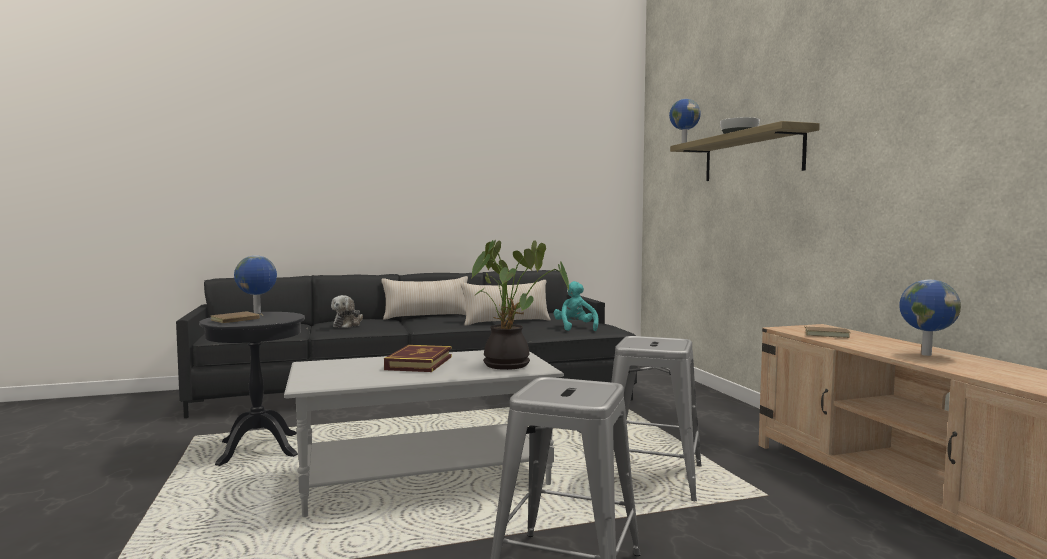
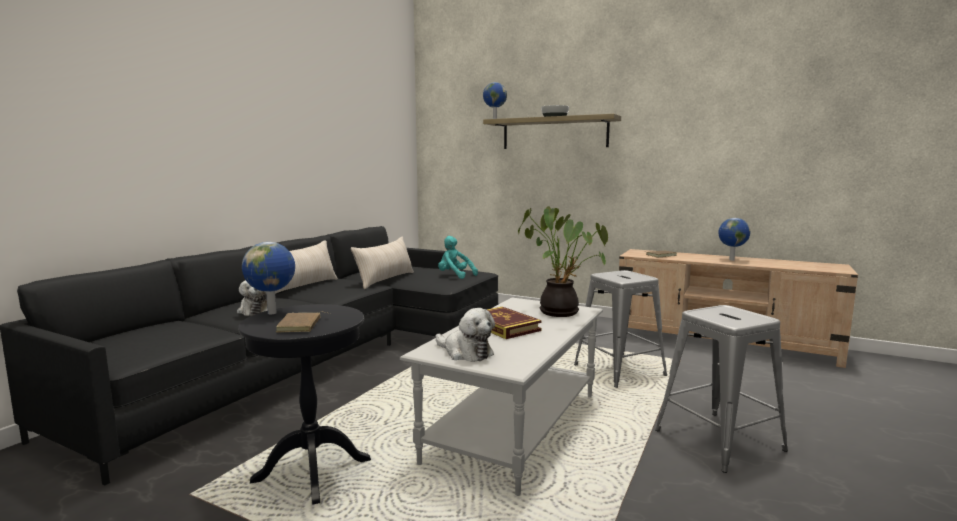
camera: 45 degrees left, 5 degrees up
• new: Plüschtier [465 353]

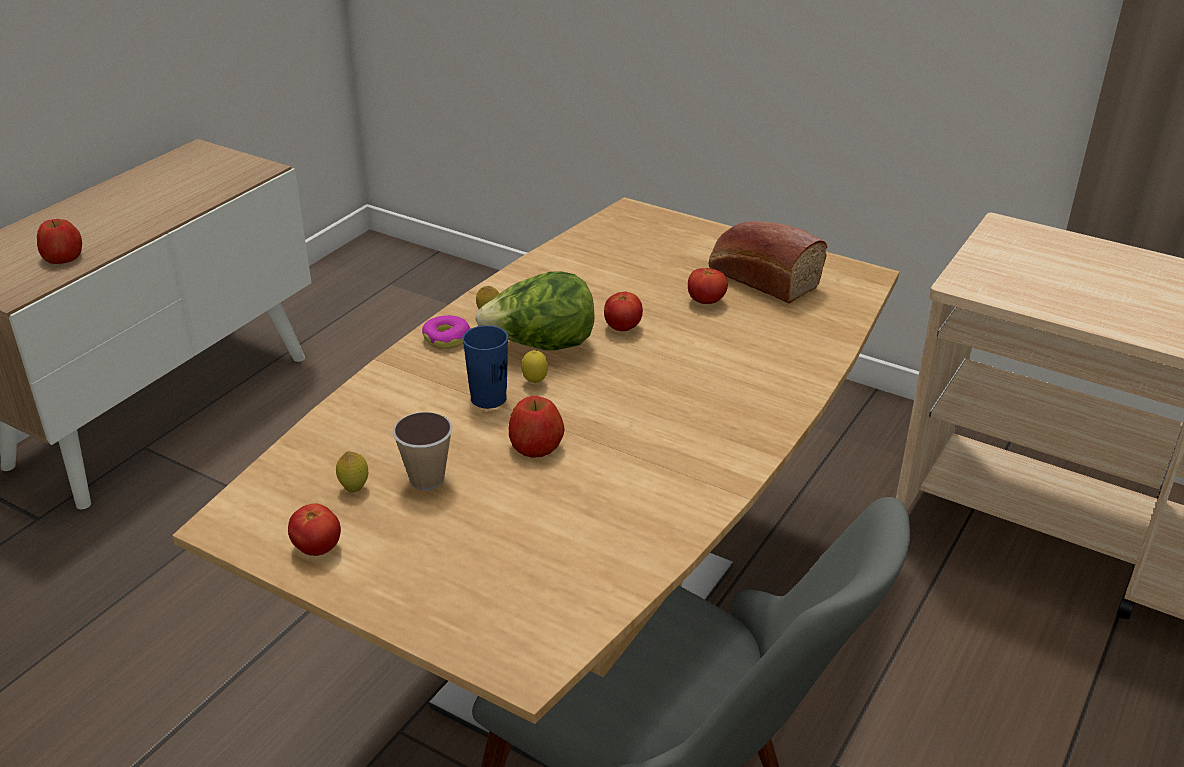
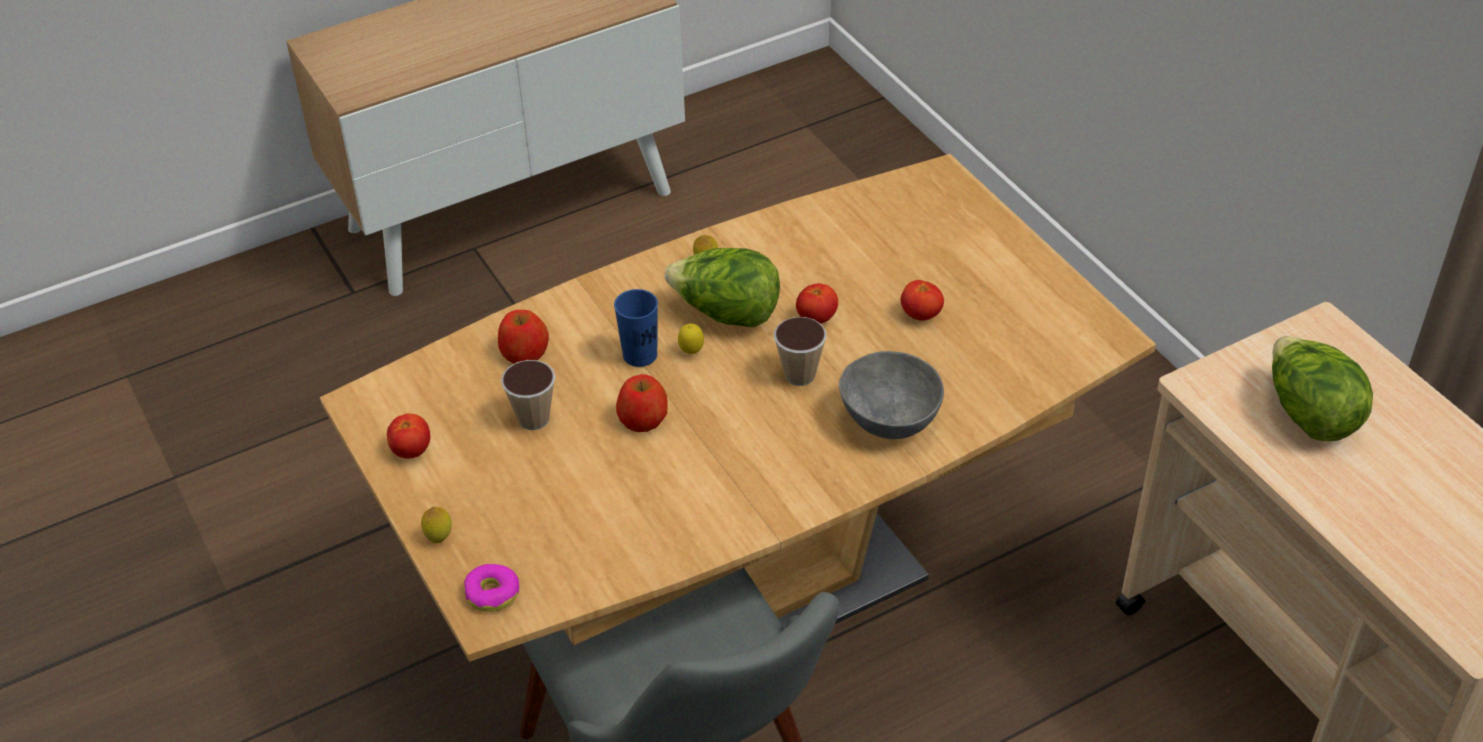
camera: 30 degrees right, 10 degrees up
• shifted: Zitrone [354 488] to [439 538]
• shifted: Donut [447 338] to [492 593]
• shifted: Apfel [63 257] to [524 352]
• new: Tasse [799 375]
• new: Schüssel (grau) [889 419]
• new: Salatkopf [1308 415]
• gone: Brot [760 278]

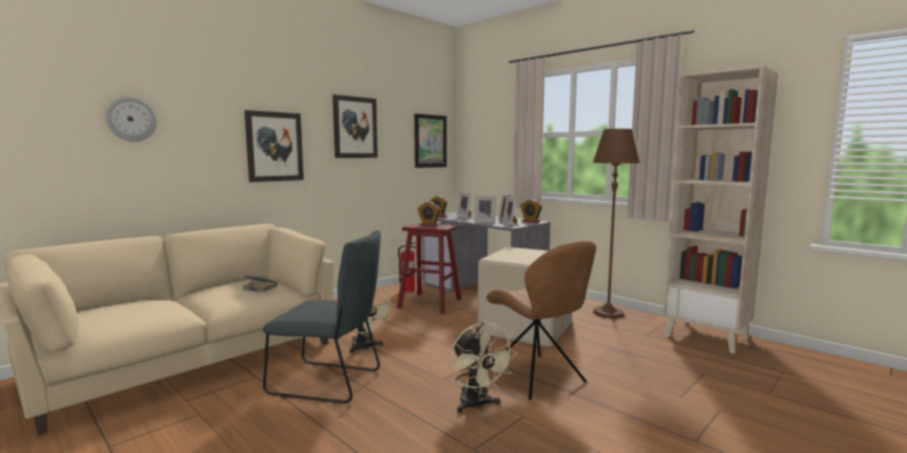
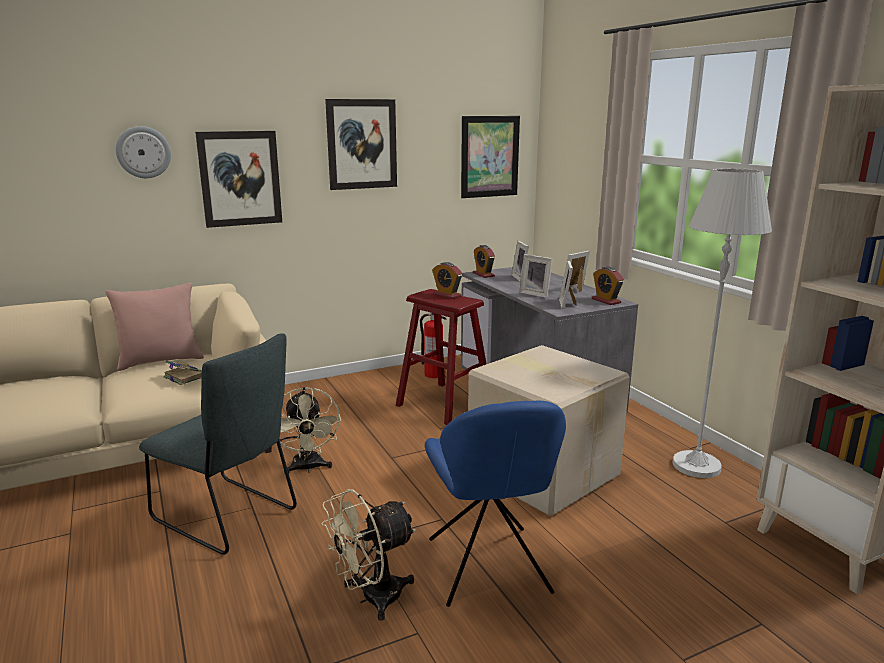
camera: 20 degrees right, 10 degrees up
• new: Kissen (rosa) [160 361]
• shifted: Wanduhr [131 119] to [143 152]
• rotated: Ventilator (beige) [477 406] = [371 598] 60 degrees clockwise
• repainted: Stuhl (braun) [537 378] to Stuhl (blau) [489 569]
• repainted: Stehlampe (braun) [608 313] to Stehlampe (weiß) [696 465]

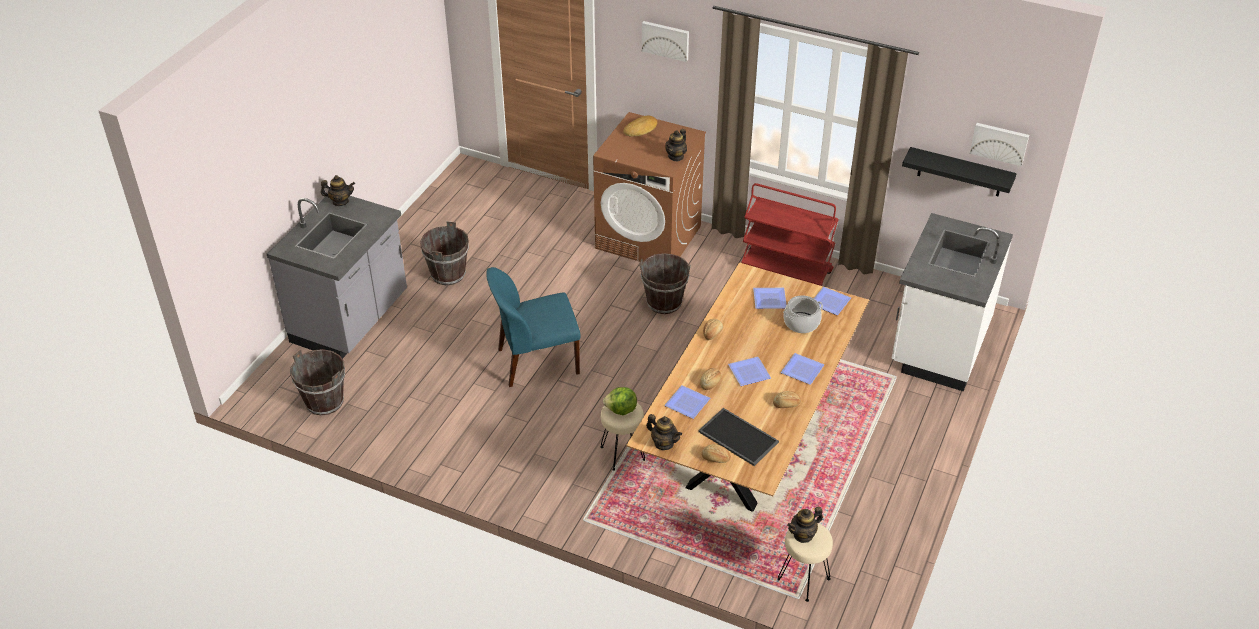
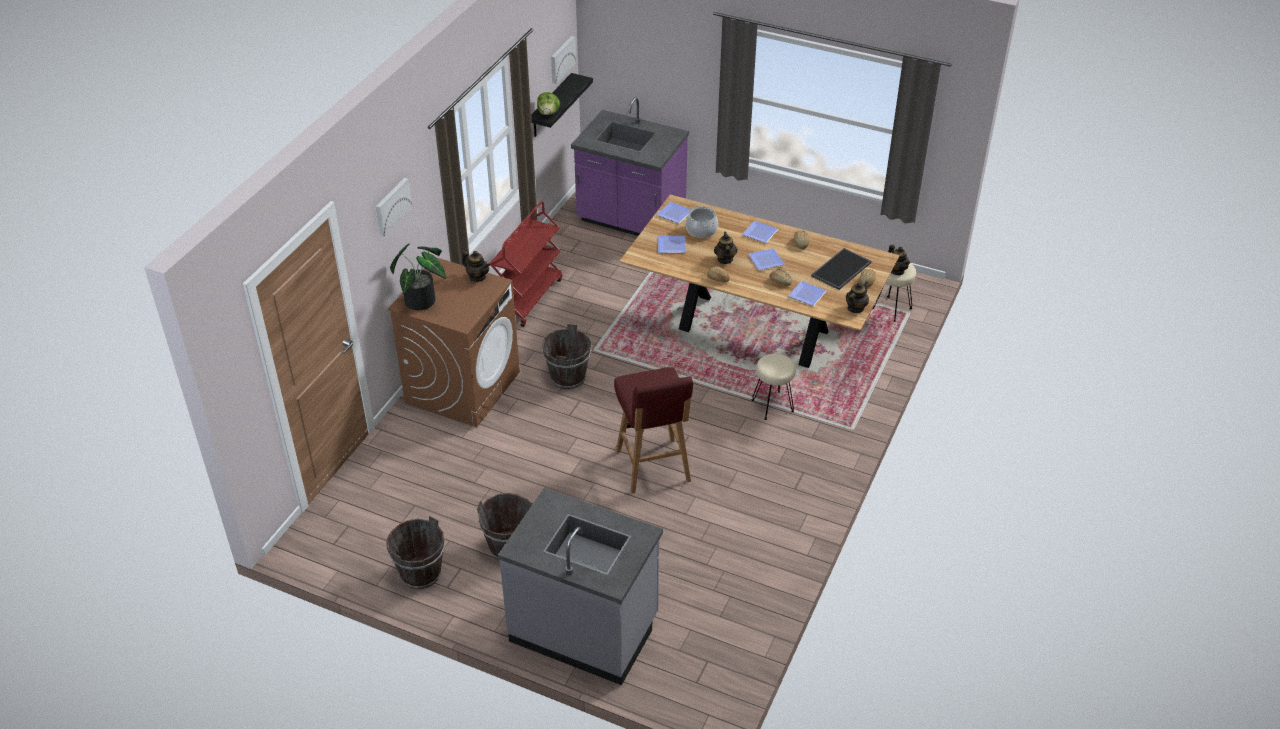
camera: 90 degrees left, 0 degrees up
• shifted: Eimer (braun) [325 402] to [420 573]
• swapped: Brot [641 129] to Topfpflanze [423 300]
• shifted: Salatkopf [621 410] to [548 113]
• repainted: Küchenzeile (weiß) [938 345] to Küchenzeile (lila) [630 220]
• swapped: Stuhl (blau) [536 361] to Hocker (rot) [653 467]
• shifted: Teekanne [340 201] to [724 259]

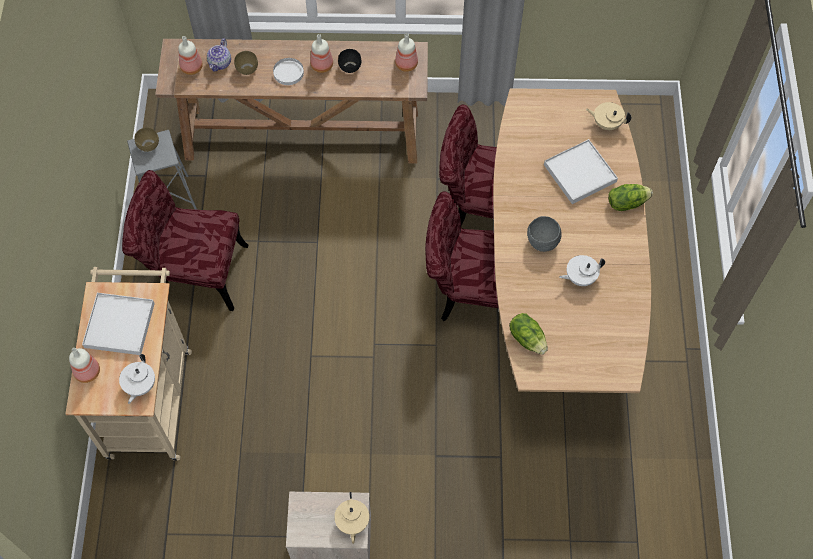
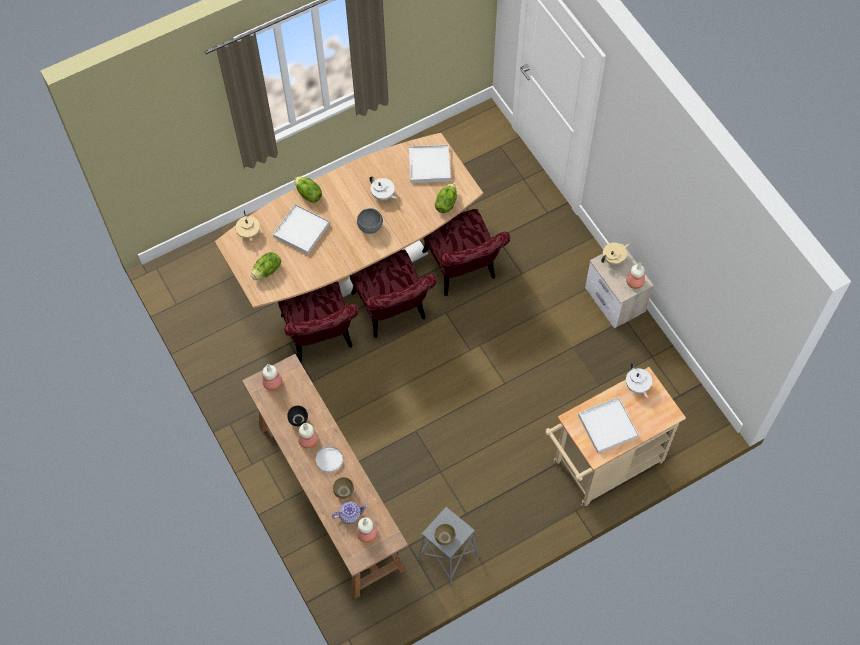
camera: 120 degrees left, 0 degrees up
• new: Salatkopf [267 271]
• new: Tablett (weiß) [429 165]
• shifted: Stuhl (rot) [194 272] to [462 271]
• shifted: Flasche [88 372] to [635 281]
• rotated: Teekanne (weiß) [140 385] = [637 386] 90 degrees clockwise

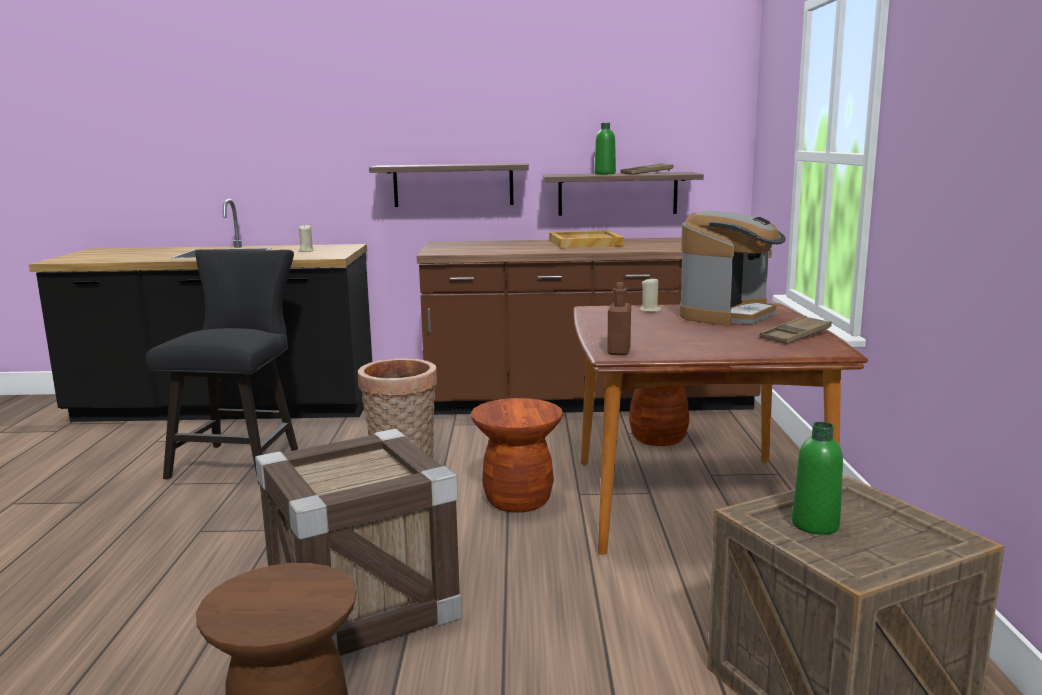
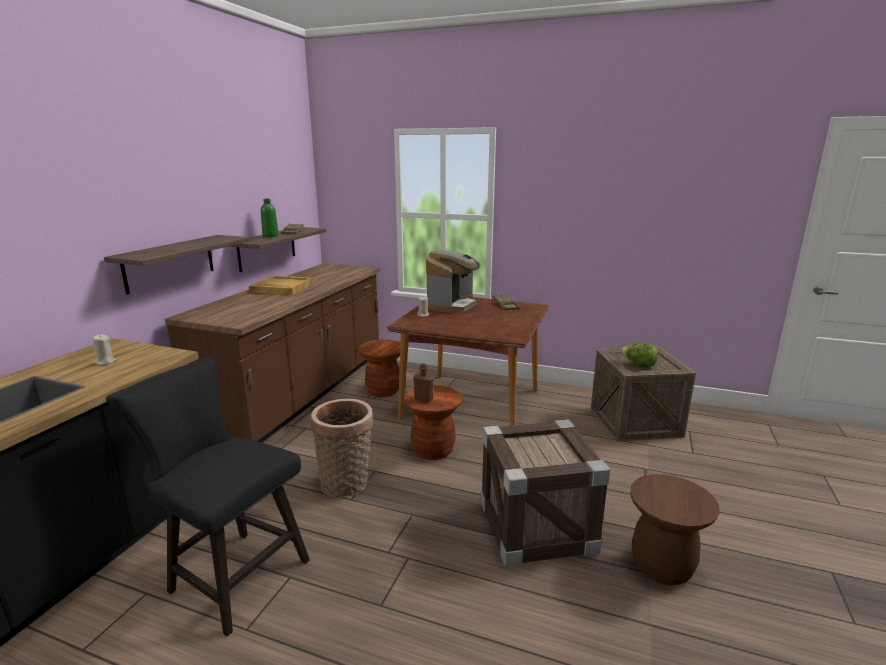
camera: 70 degrees left, 5 degrees up
• shifted: Flasche (braun) [619 351] to [423 399]
• rotated: Kaffeemaschine [728 315] = [452 305] 60 degrees clockwise
• swapped: Flasche (grün) [815 525] to Salatkopf [638 365]

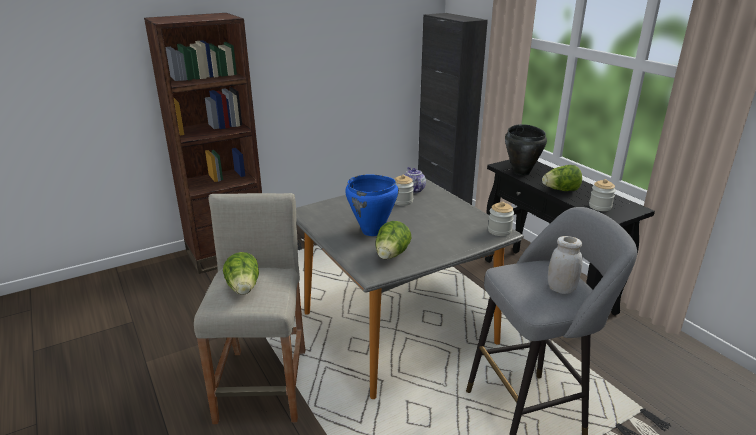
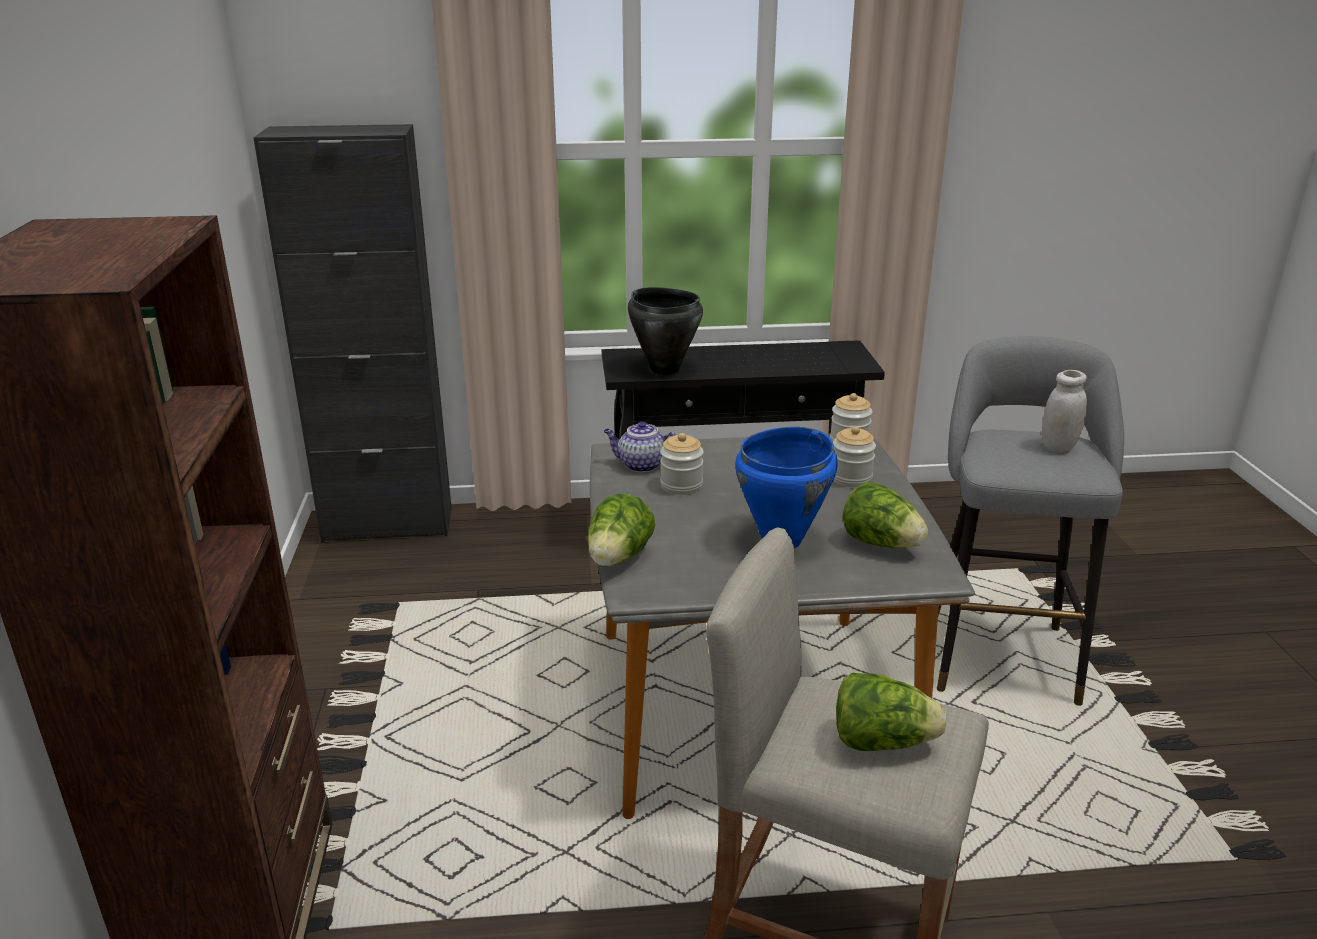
camera: 65 degrees left, 0 degrees up
• shifted: Salatkopf [561 190] to [618 558]
• shifted: Vorratsglas [600 206] to [851 478]

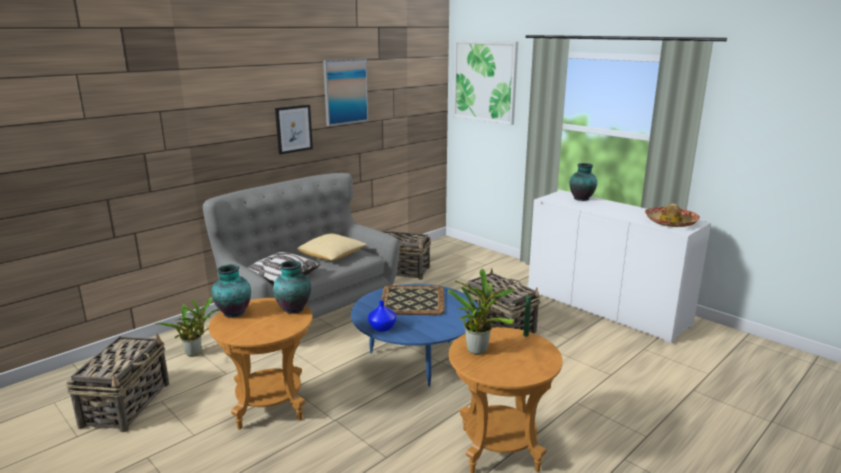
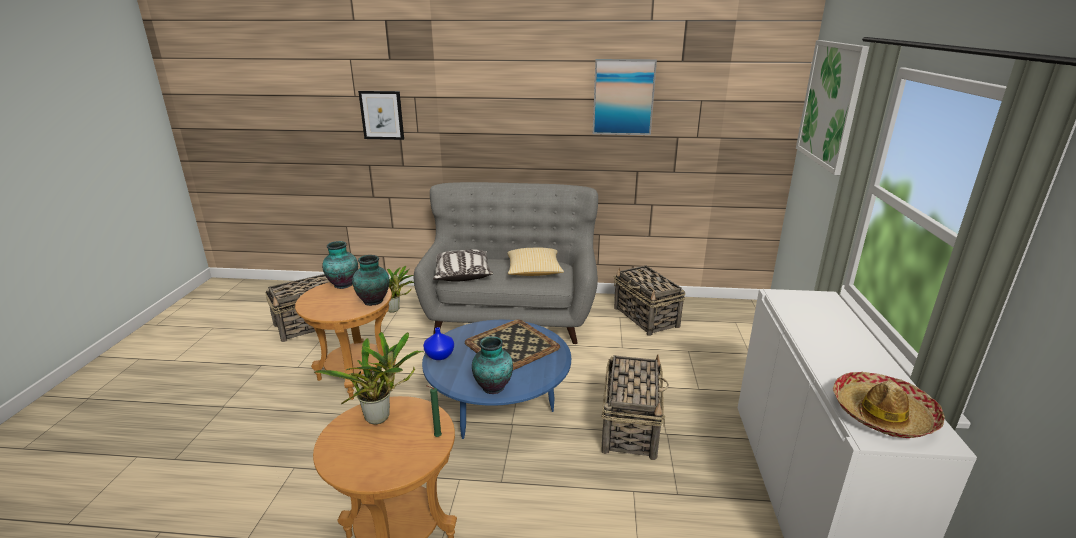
camera: 50 degrees right, 5 degrees up
• shifted: Bild [293 129] to [382 115]
• shifted: Vase [582 199] to [493 388]

